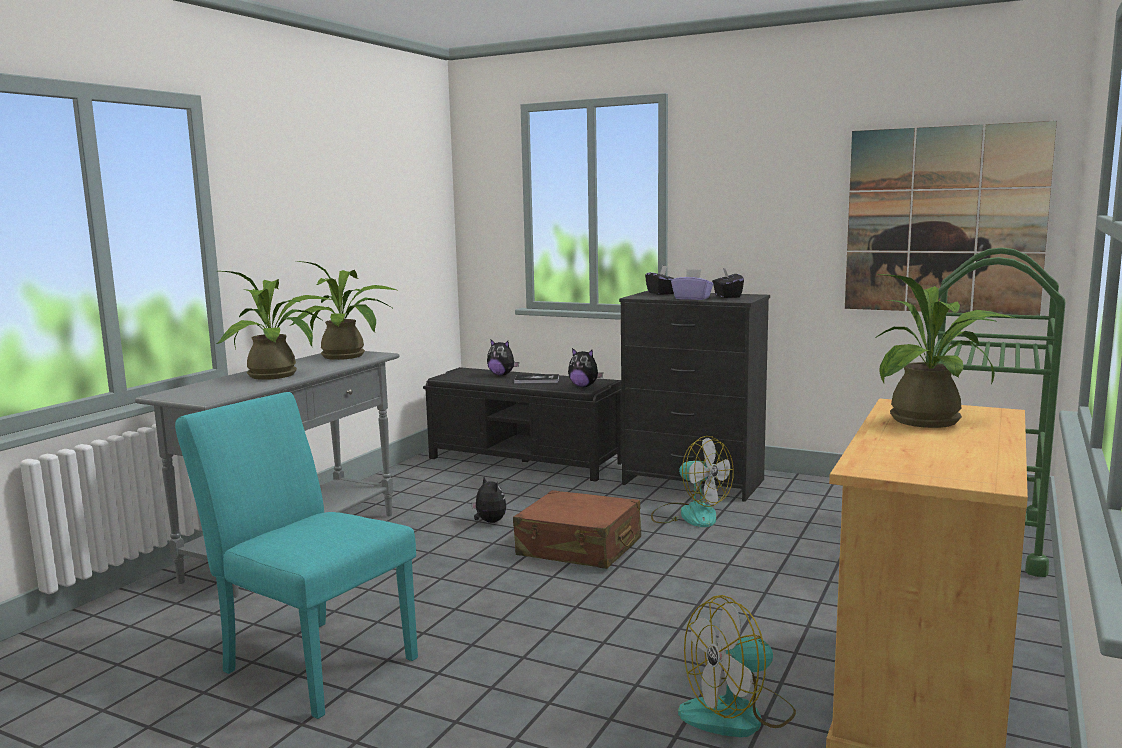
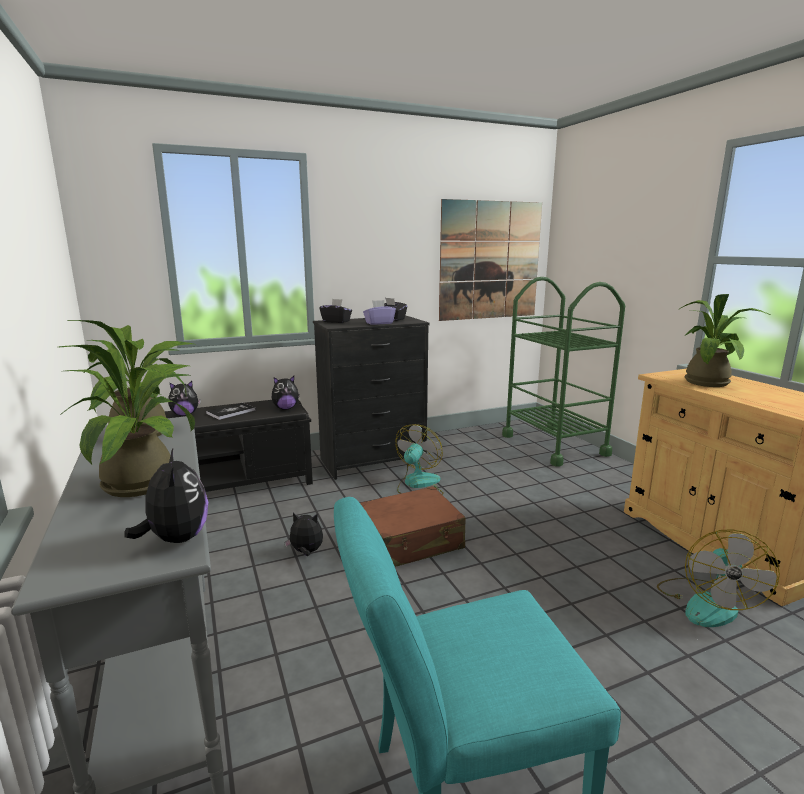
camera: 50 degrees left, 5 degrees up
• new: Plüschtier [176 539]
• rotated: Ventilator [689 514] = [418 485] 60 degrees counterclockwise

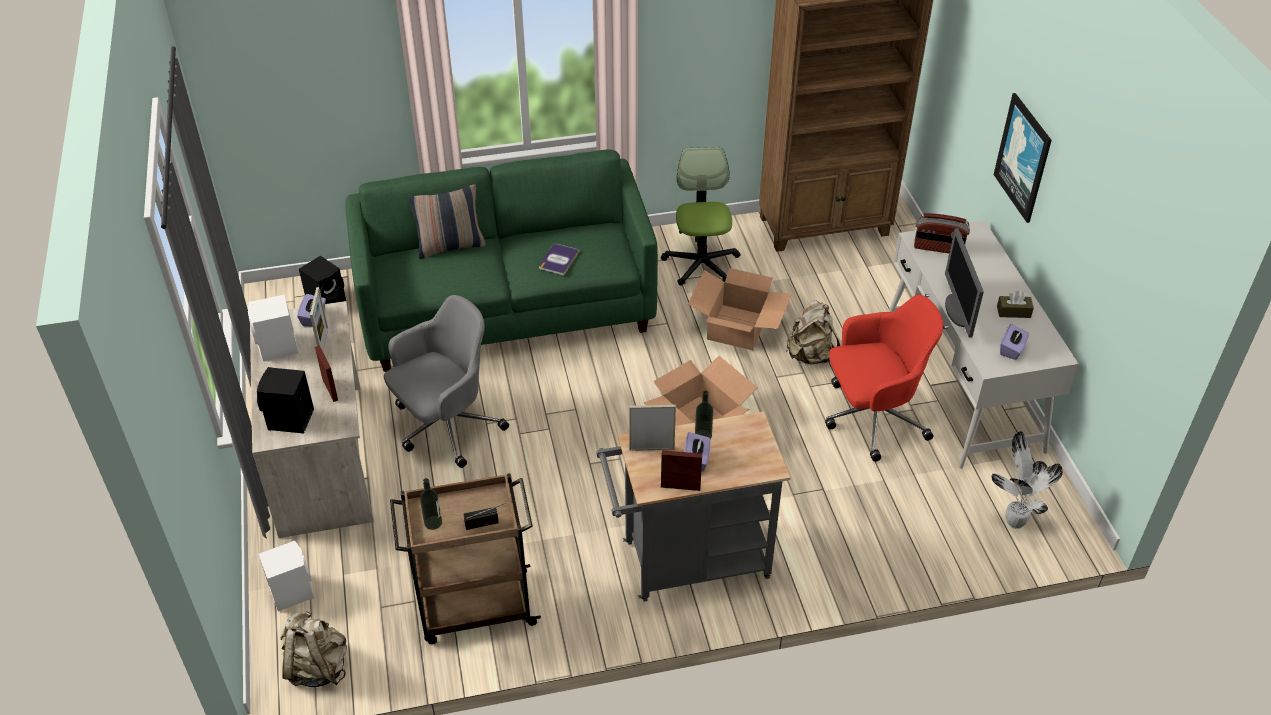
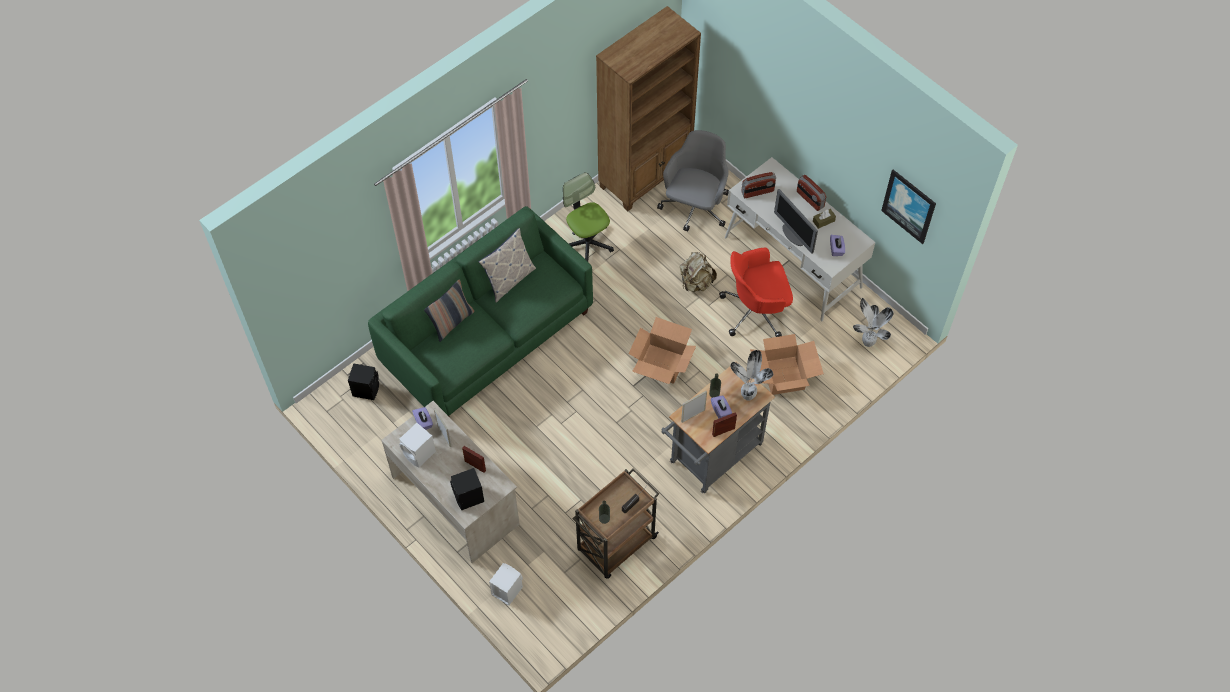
camera: 30 degrees left, 15 degrees up
• new: Kissen [509 280]
• shifted: Bürostuhl (grau) [446 427] to [695 208]
• rotated: Bürostuhl (rot) [872 418] = [756 311] 150 degrees counterclockwise
• new: Topfpflanze [746 396]
• shifted: Karton [738 327] to [783 375]
• new: Radio [810 199]
• shifted: Bild [1023 157] to [909 206]
• gone: Rucksack (beige) [317 667]
• gone: Buch [558 260]

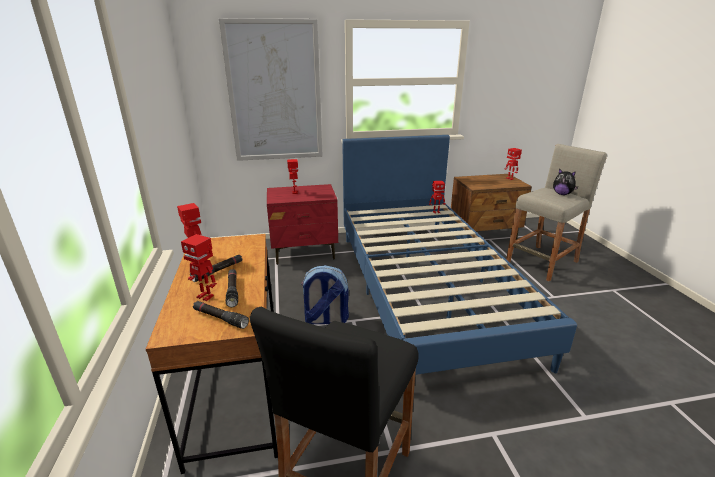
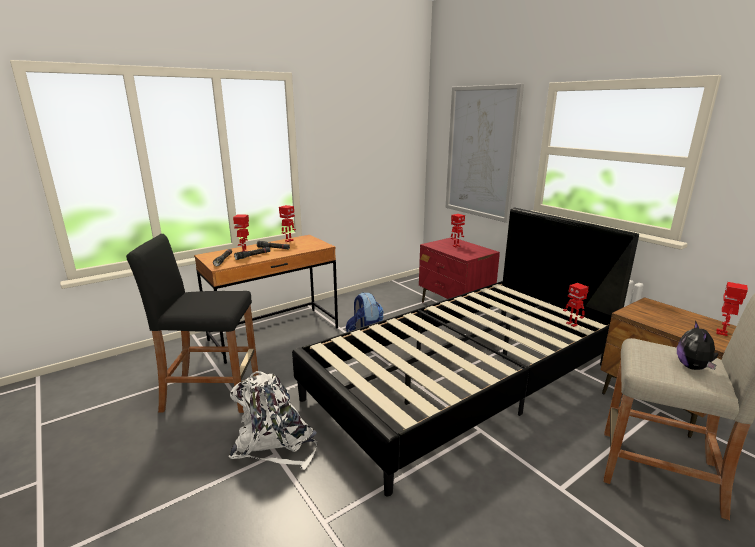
camera: 65 degrees right, 5 degrees down
• new: Rucksack (weiß) [275 443]
• repainted: Bett (blau) [425 289] to Bett (schwarz) [463 381]

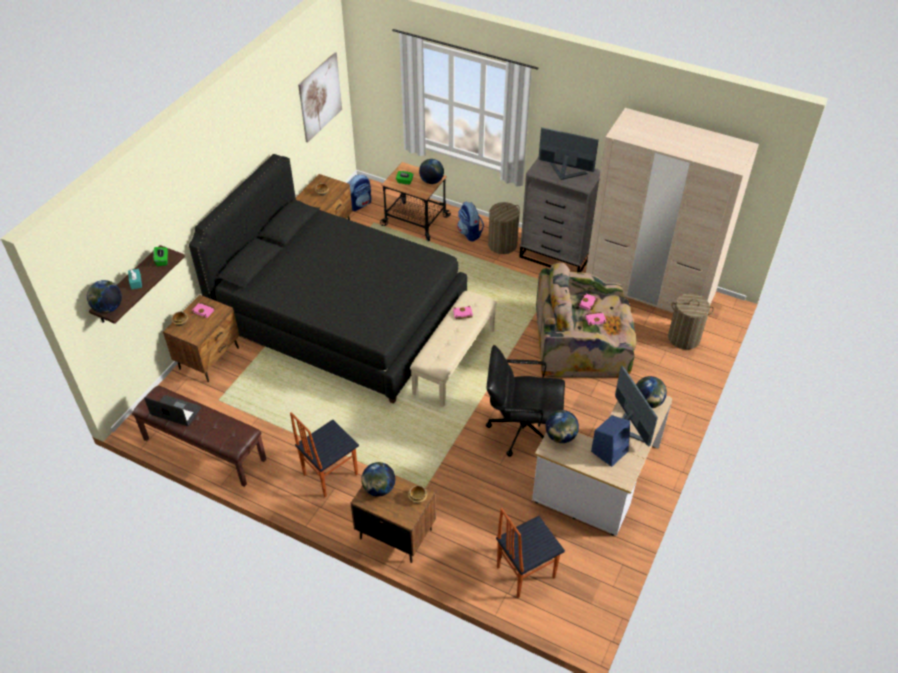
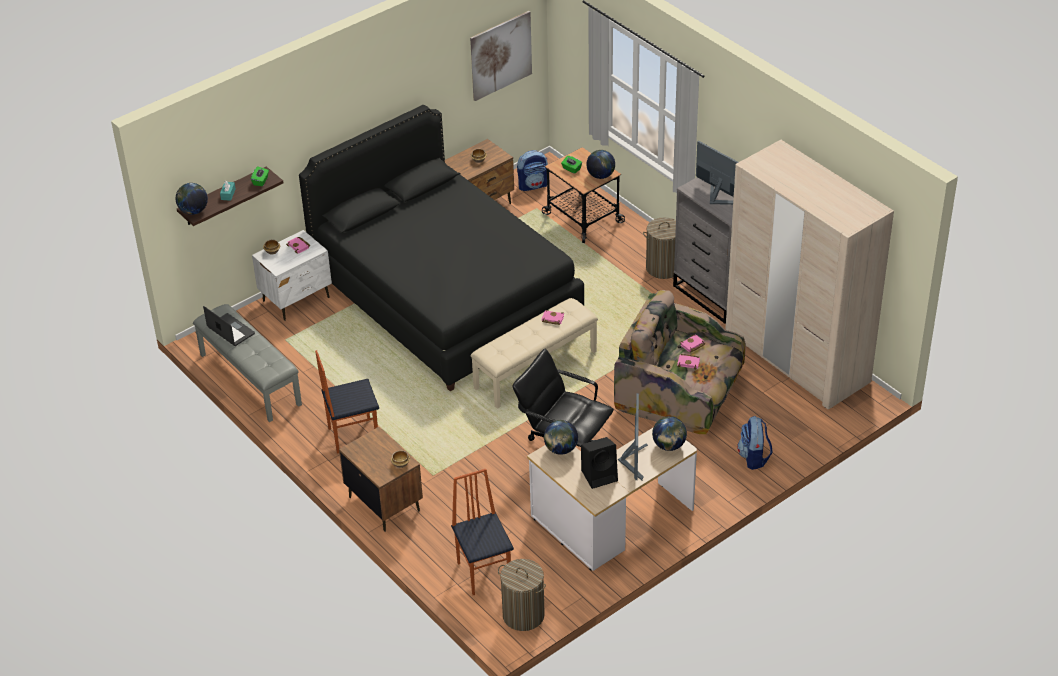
camera: 25 degrees right, 5 degrees down
• repainted: Bank (braun) [203 449] to Bank (grau) [249 379]
• repainted: Nachttisch (braun) [209 358] to Nachttisch (weiß) [297 299]
• rotated: Stuhl [524 572] = [484 572] 75 degrees clockwise
• shifted: Wäschekorb [683 338] to [523 615]
• repainted: Lautsprecher (blau) [610 450] to Lautsprecher (schwarz) [600 475]
• shifted: Rucksack [470 233] to [754 457]
• gone: Globus [379 489]

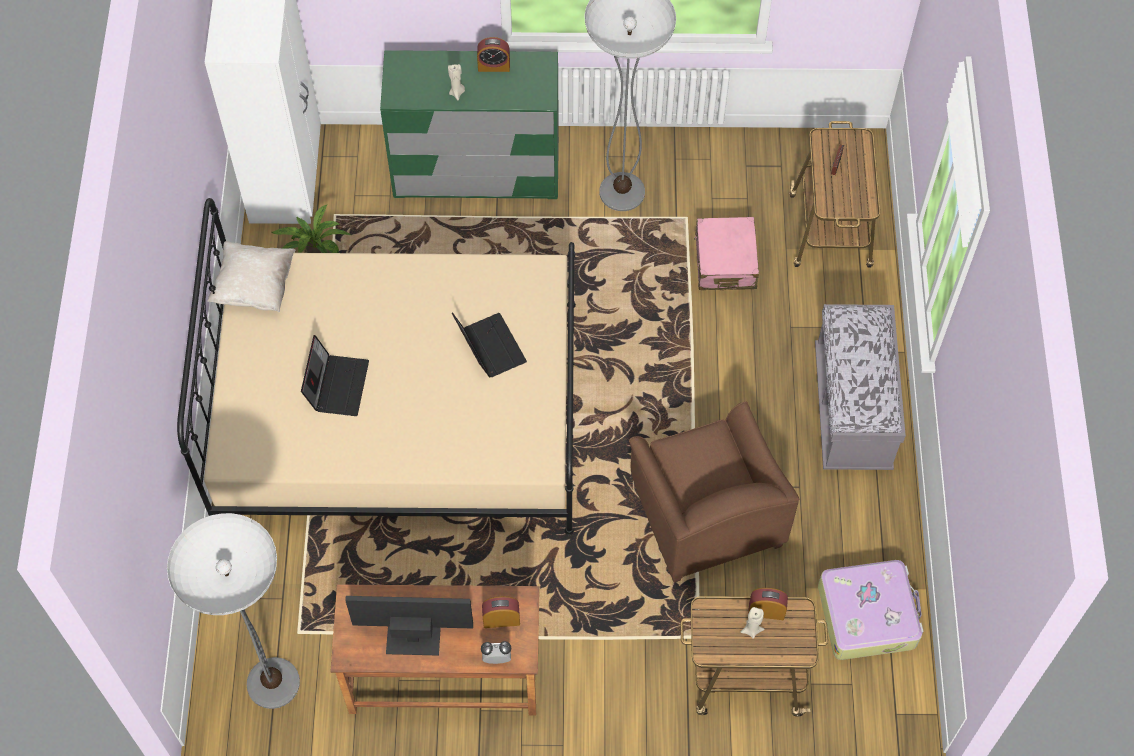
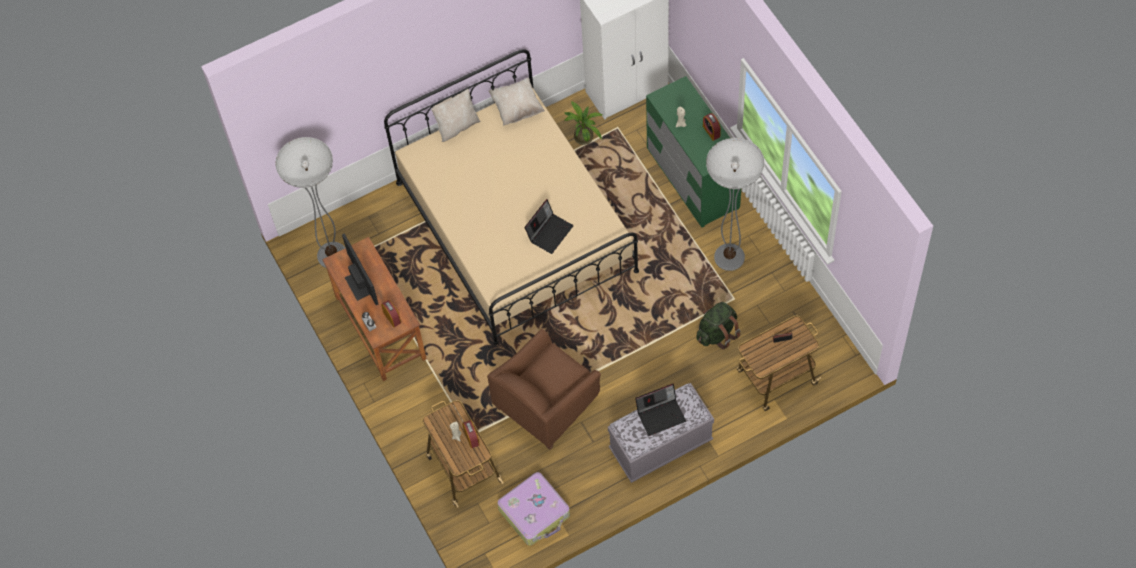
camera: 65 degrees right, 0 degrees up
• new: Kissen (beige) [457 126]
• shifted: Laptop [337 385] to [661 414]
• swapped: Koffer (rosa) [725 262] to Rucksack (grün) [717 333]

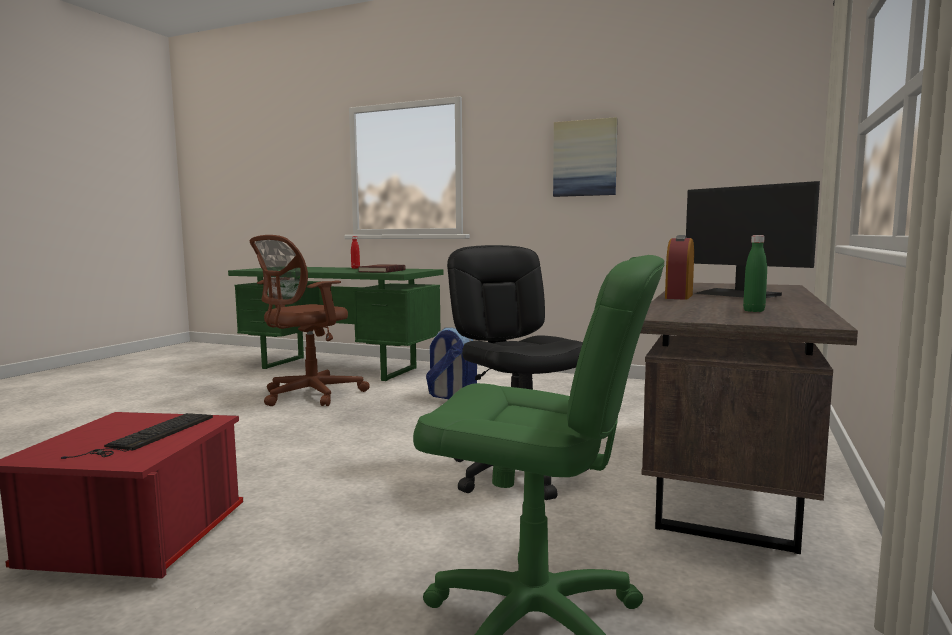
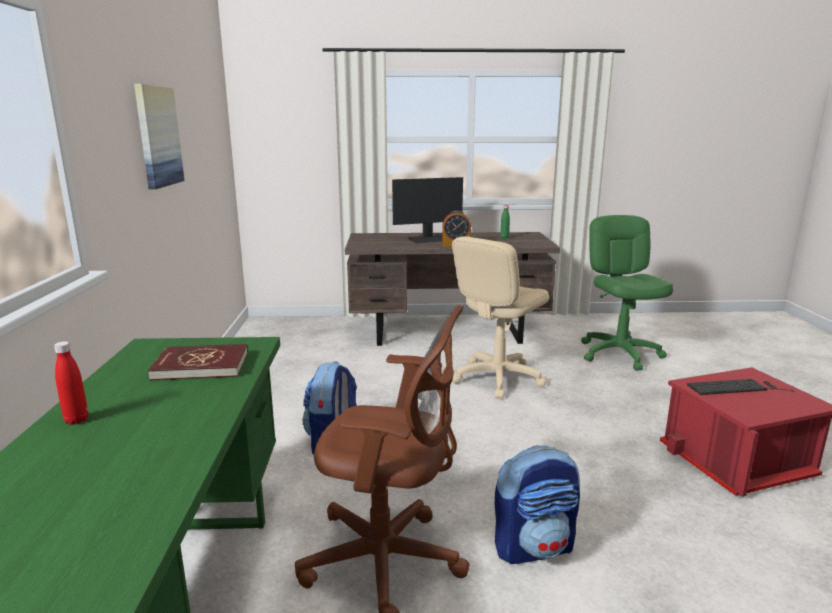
camera: 115 degrees left, 10 degrees up
• rotated: Monitor [738 294] = [430 239] 45 degrees clockwise
• repainted: Bürostuhl (schwarz) [516 472] to Bürostuhl (beige) [497 378]
• new: Rucksack [534 547]

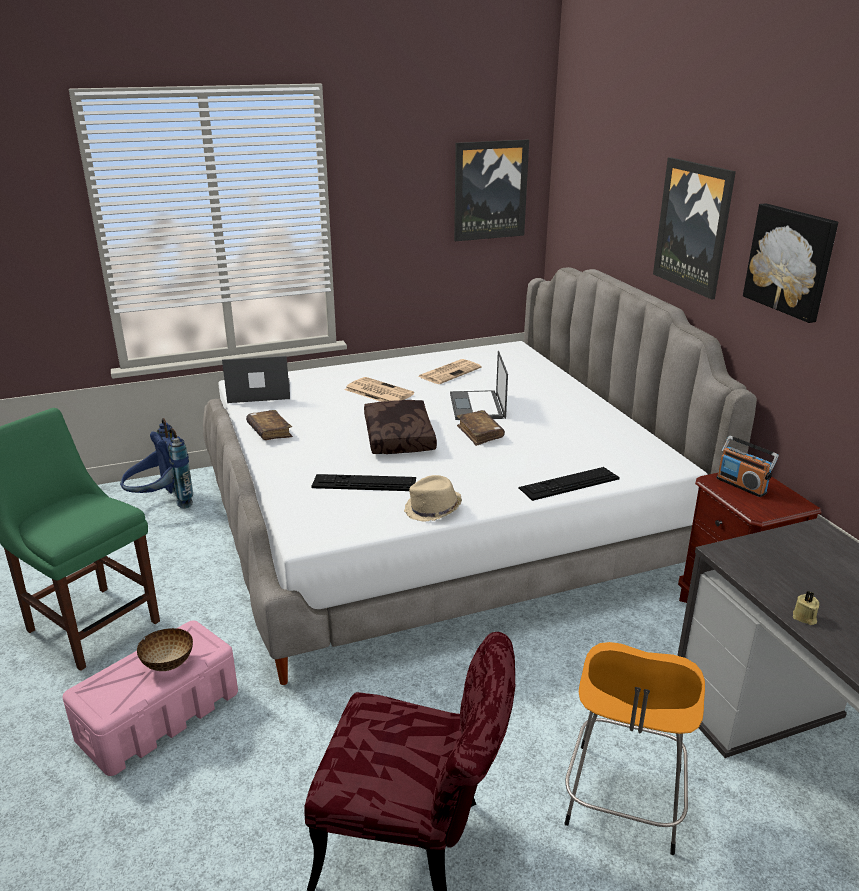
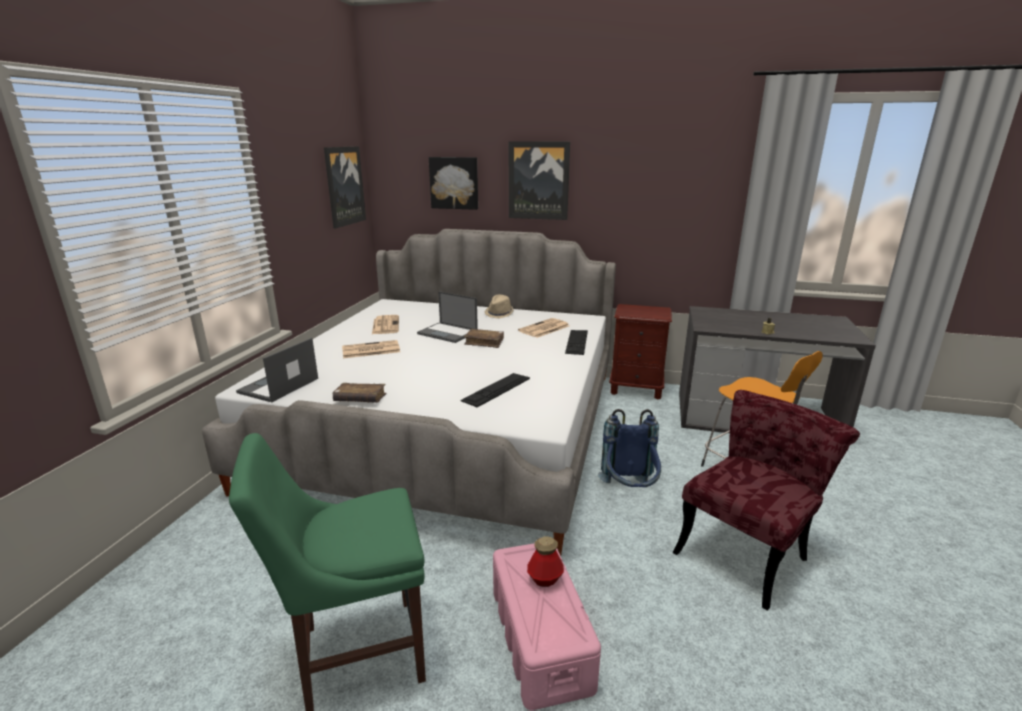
camera: 55 degrees left, 5 degrees down
• shifted: Bild [791 261] to [454 183]
• shifted: Hut (beige) [433 510] to [499 314]
• new: Zeitung [544 329]
• swapped: Schüssel [169 663] to Flasche [545 579]
• shifted: Rucksack (blau) [161 504] to [629 492]
• gone: Kissen (braun) [400 437]
• gone: Radio [741 485]

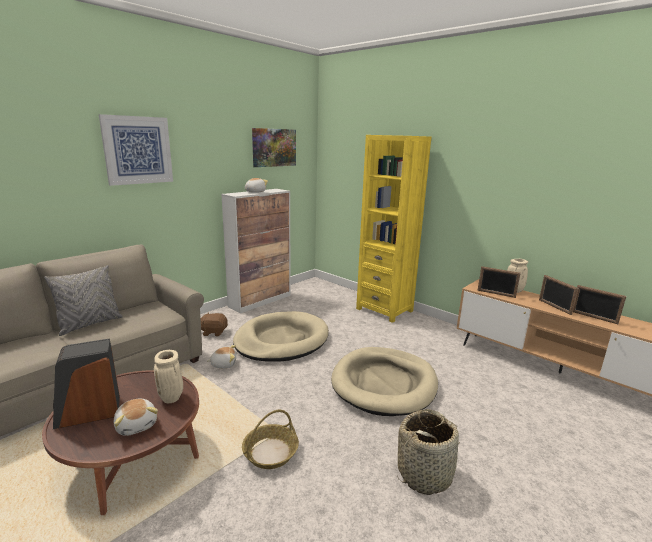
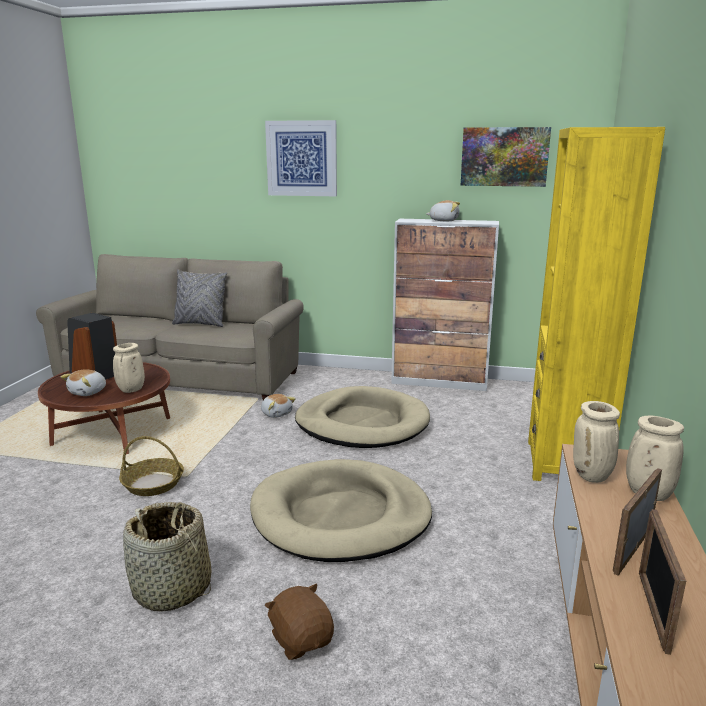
camera: 60 degrees right, 0 degrees up
• shifted: Plüschtier (braun) [214 332] to [301 639]
• swapped: Bilderrahmen [496 294] to Vase (beige) [592 477]

